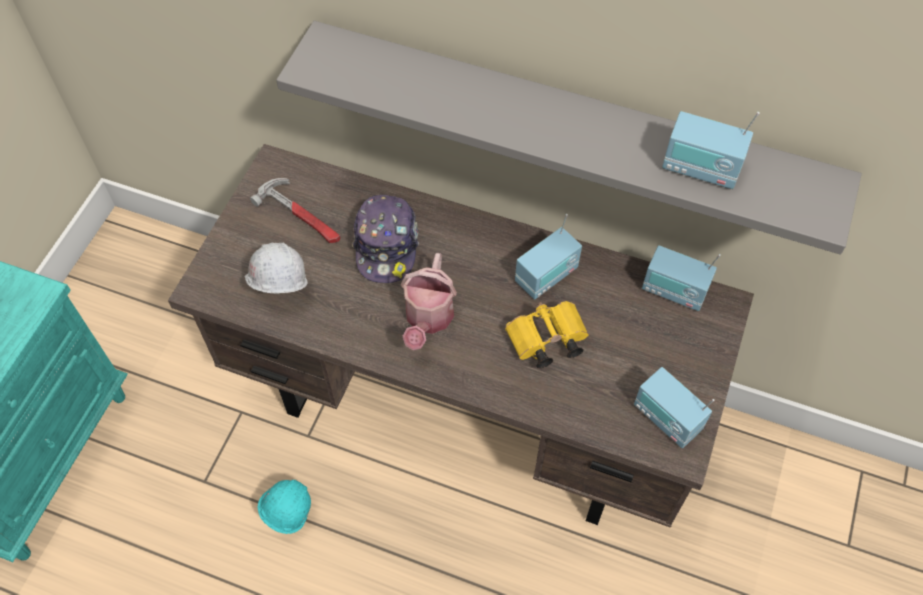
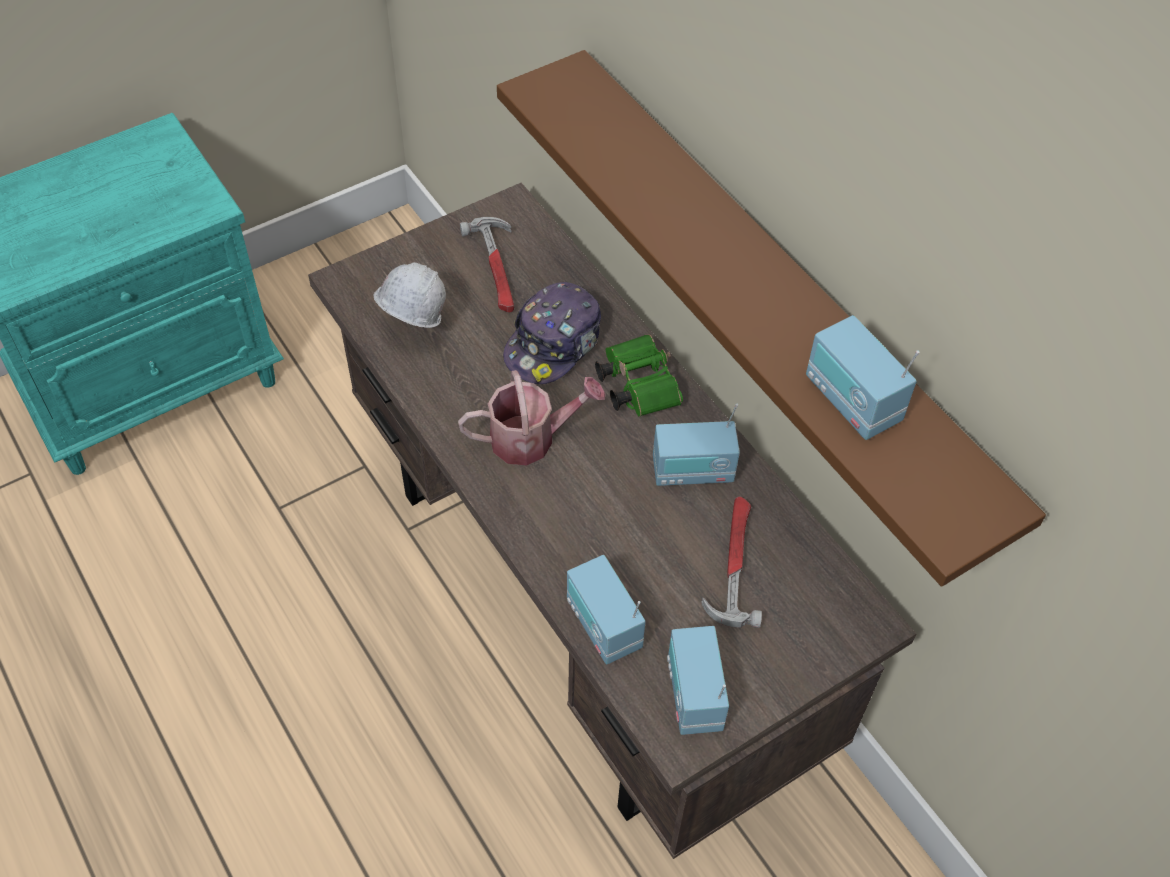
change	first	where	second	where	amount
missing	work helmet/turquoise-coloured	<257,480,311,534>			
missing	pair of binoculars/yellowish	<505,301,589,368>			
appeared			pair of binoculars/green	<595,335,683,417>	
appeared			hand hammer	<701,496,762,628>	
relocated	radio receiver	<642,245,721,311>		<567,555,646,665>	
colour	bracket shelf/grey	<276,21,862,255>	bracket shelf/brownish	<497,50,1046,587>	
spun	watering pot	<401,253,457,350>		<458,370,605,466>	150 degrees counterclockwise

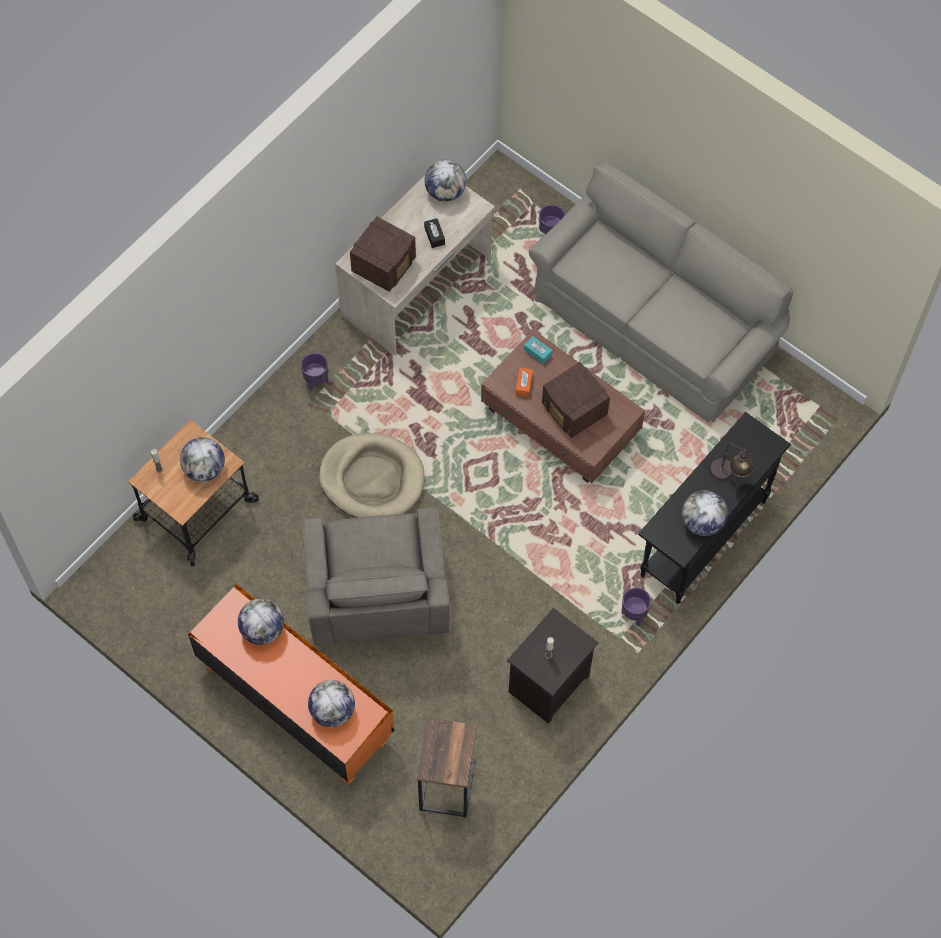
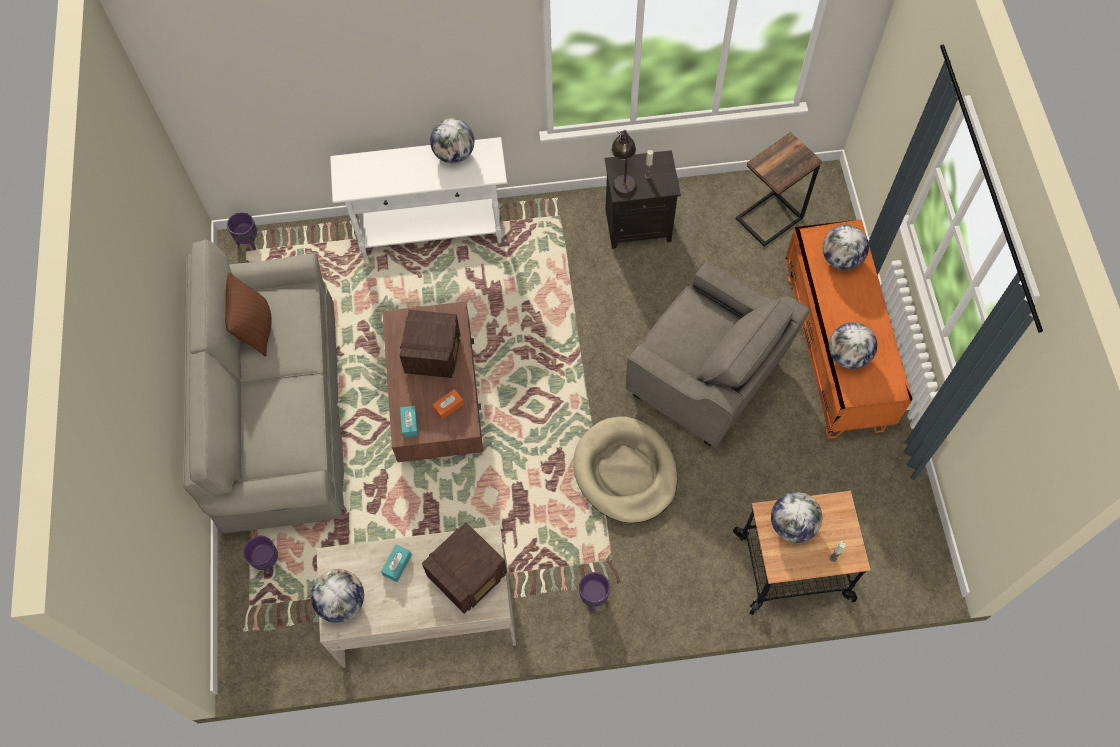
change	first	where	second	where	amount
appeared			throw pillow/brownish	<225,273,272,356>	
relocated	planter/purple	<621,587,651,626>		<227,212,257,250>	
relocated	tabletop lamp	<709,443,754,481>		<611,130,637,196>	
colour	tissue holder/blackish	<424,218,445,248>	tissue holder/turquoise-coloured	<381,545,412,582>	
colour	hall table/blackish	<638,412,791,604>	hall table/white	<330,137,507,259>	
spun	lounge chair/grey	<302,507,449,646>		<626,261,810,447>	90 degrees clockwise
spun	radio receiver	<350,217,416,292>		<422,522,507,614>	150 degrees clockwise

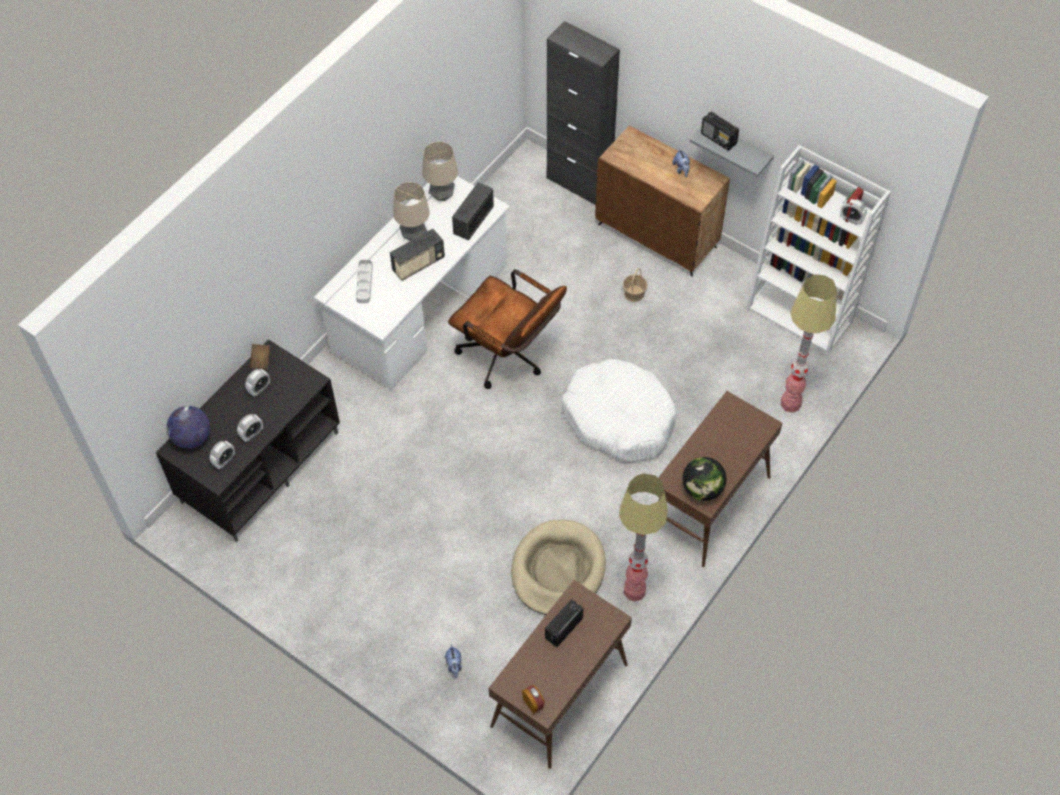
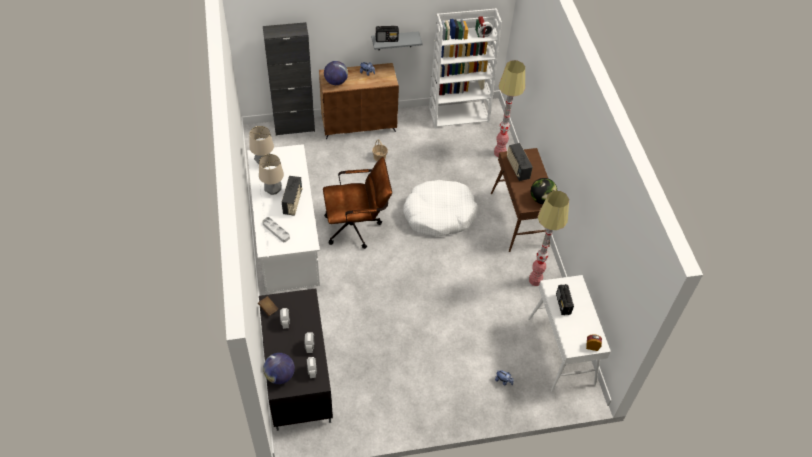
change	first	where	second	where	amount
missing	dog bed/beige	<511,520,606,615>			
appeared			desk globe	<324,61,348,85>	
relocated	radio receiver	<452,182,494,241>		<507,143,533,181>	
colour	hall table/brownish	<489,580,632,769>	hall table/white	<528,275,611,392>	

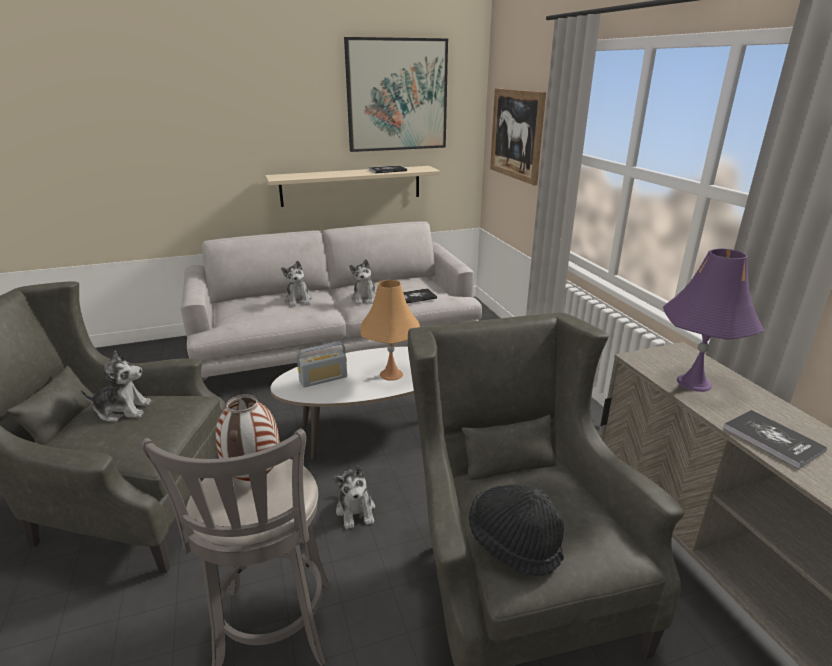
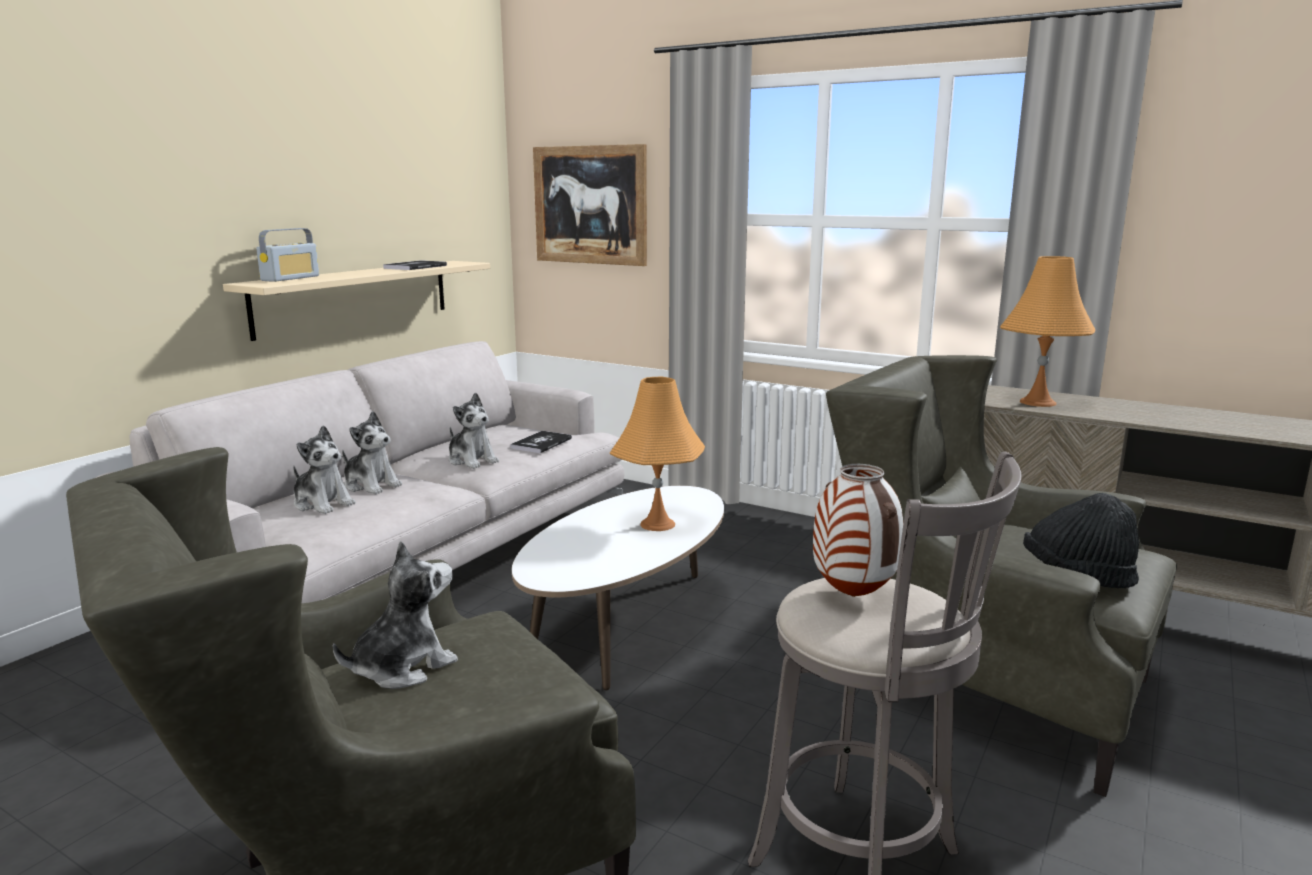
change	first	where	second	where	amount
missing	wall art	<344,37,448,152>			
missing	book	<723,410,828,469>			
relocated	radio receiver	<297,342,347,388>		<256,228,319,282>	
relocated	soft toy	<333,465,375,529>		<293,425,356,514>	
colour	tabletop lamp/purple	<663,248,764,392>	tabletop lamp/orange-coloured	<1000,256,1095,407>	

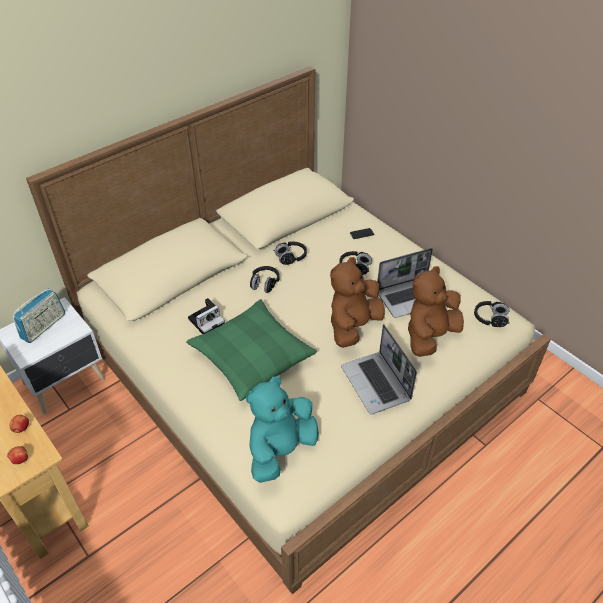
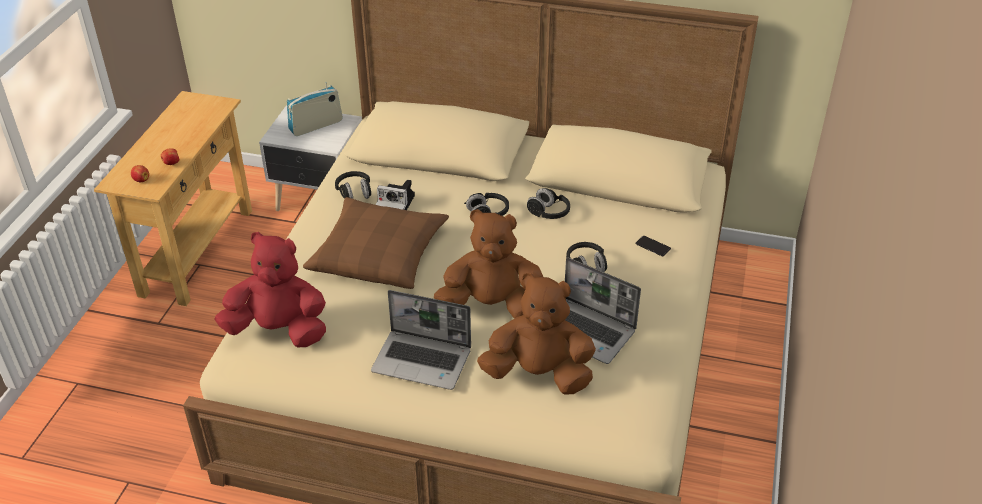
change	first	where	second	where	amount
relocated	headset/blackish	<474,301,510,327>		<335,171,371,199>	
colour	throw pillow/green	<186,299,317,401>	throw pillow/brownish	<303,197,449,289>	
colour	soft toy/turquoise-coloured	<246,376,319,483>	soft toy/red-coloured	<215,232,326,347>	
spun	radio receiver	<12,289,65,343>		<287,82,343,136>	150 degrees clockwise
spun	notebook computer	<341,324,417,415>		<371,290,471,390>	105 degrees counterclockwise

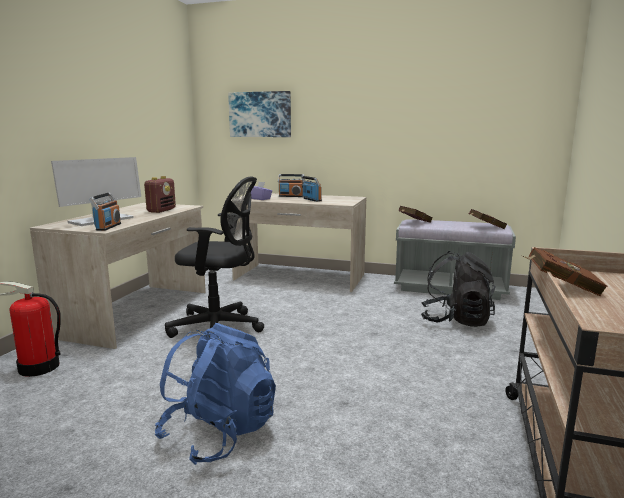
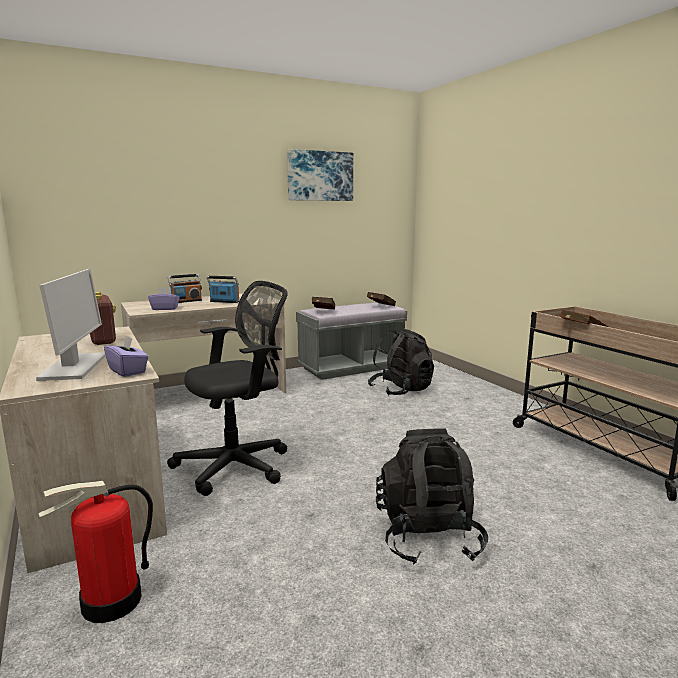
change	first	where	second	where	amount
relocated	wall art	<228,91,291,137>		<287,149,353,201>	
exchanged	radio receiver	<89,192,121,231>	tissue holder/purple	<104,335,148,377>	
colour	knapsack/bluish	<155,323,276,465>	knapsack/blackish	<376,428,488,564>	

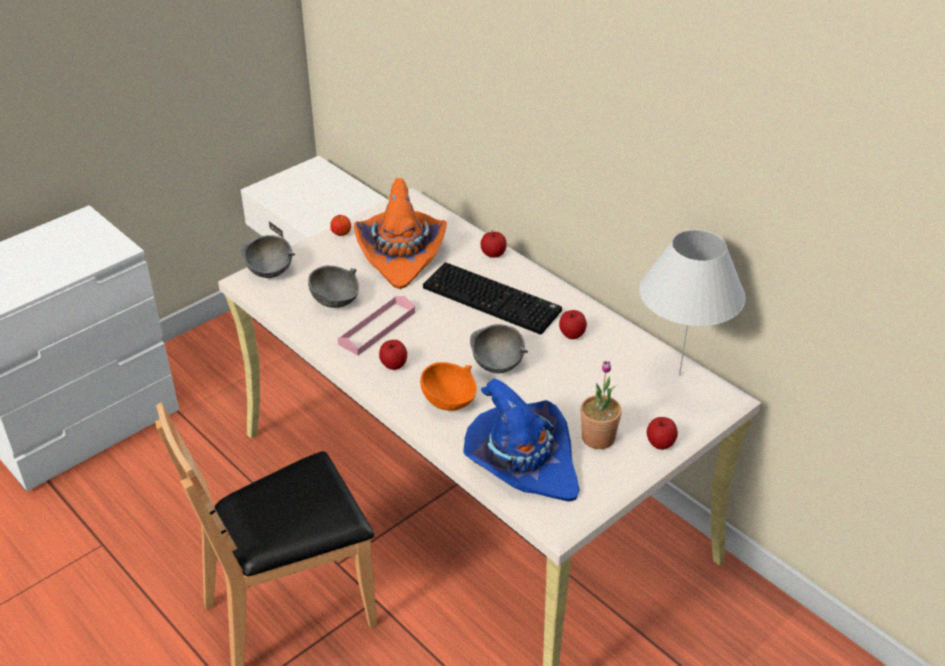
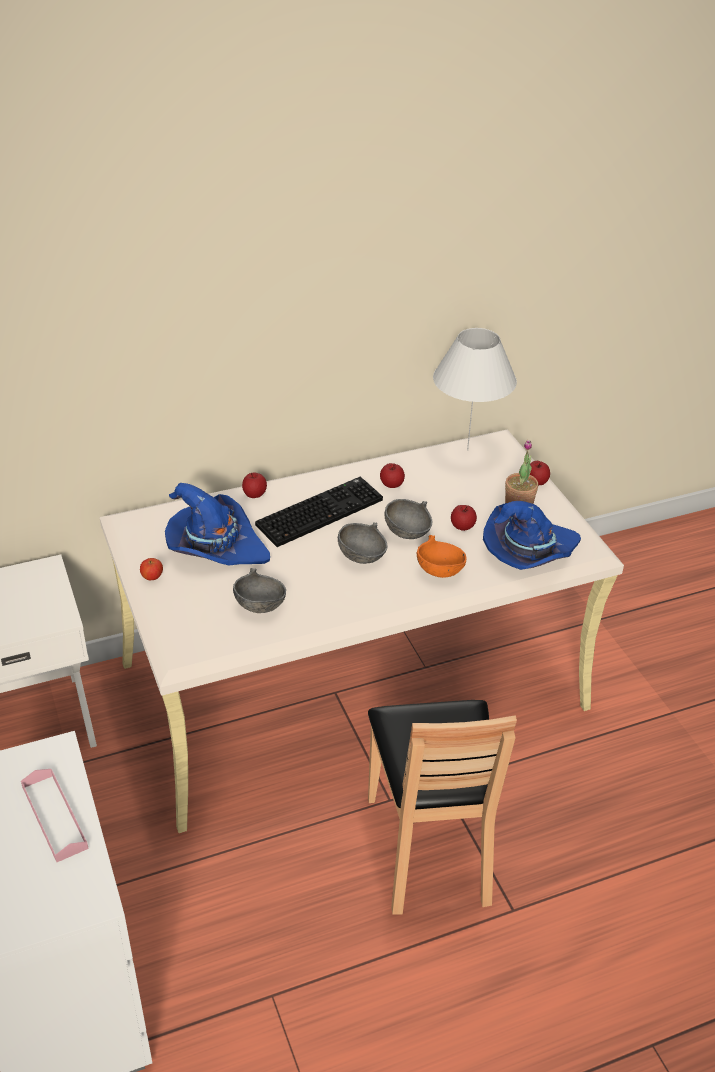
change	first	where	second	where	amount
relocated	deep dish/grey	<241,235,295,278>		<338,522,388,564>	
relocated	carrying tray/pinkish	<337,296,415,355>		<21,769,89,862>	
relocated	apple	<379,340,407,370>		<451,505,477,531>	
colour	clothing hat/orange-coloured	<354,178,447,289>	clothing hat/bluish	<165,483,270,565>	

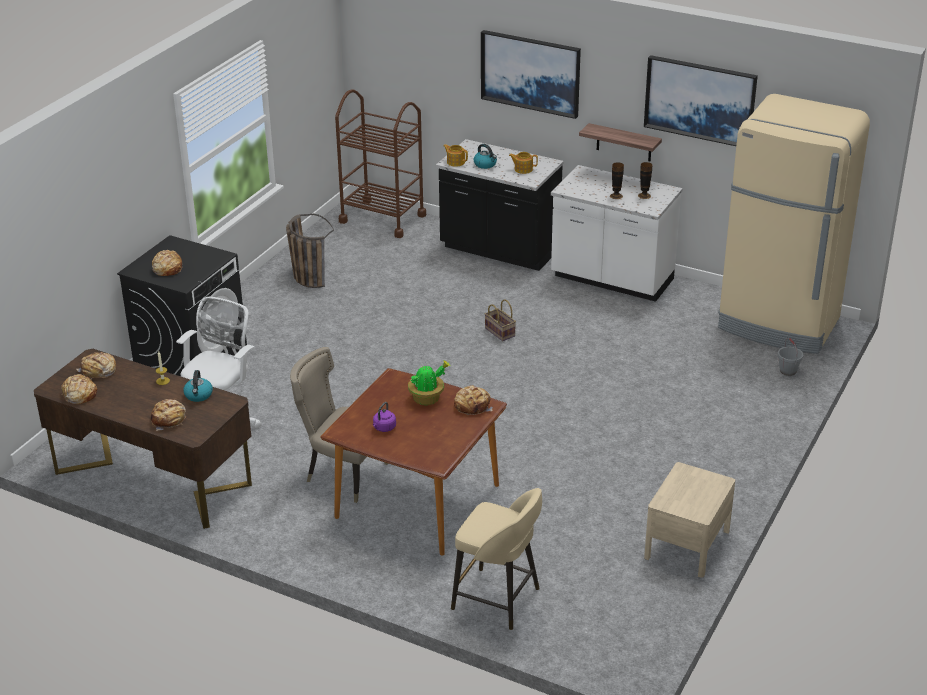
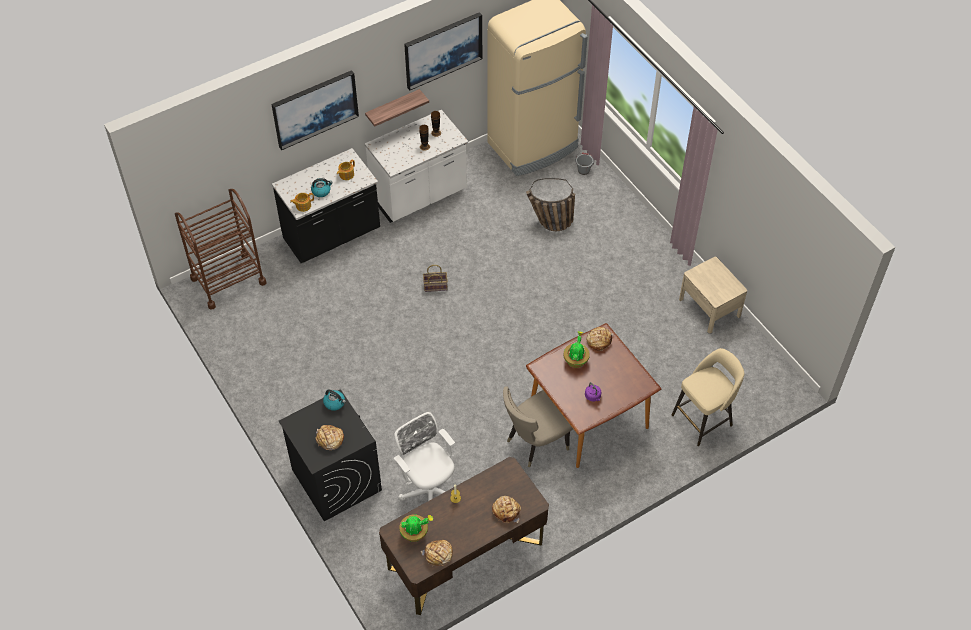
change	first	where	second	where	amount
relocated	kettle	<183,370,213,402>		<323,390,346,411>	
relocated	storage basket	<286,214,334,288>		<526,178,575,231>	
exchanged	bread	<77,352,116,380>	plant in a pot	<399,515,433,542>	

